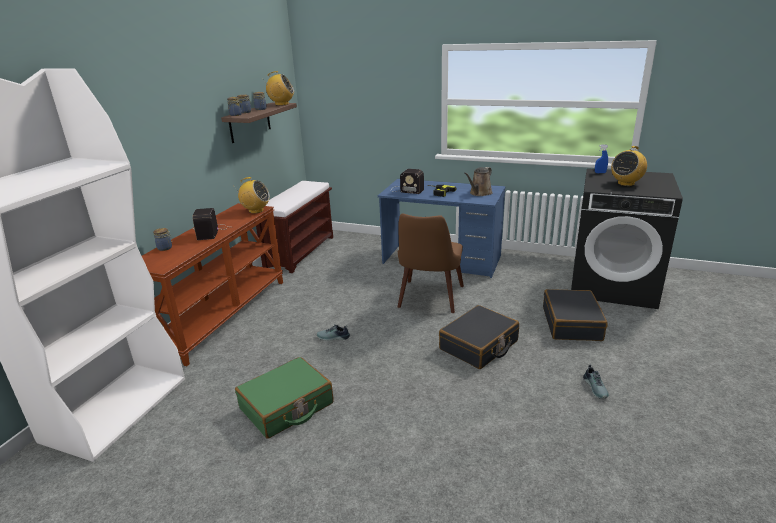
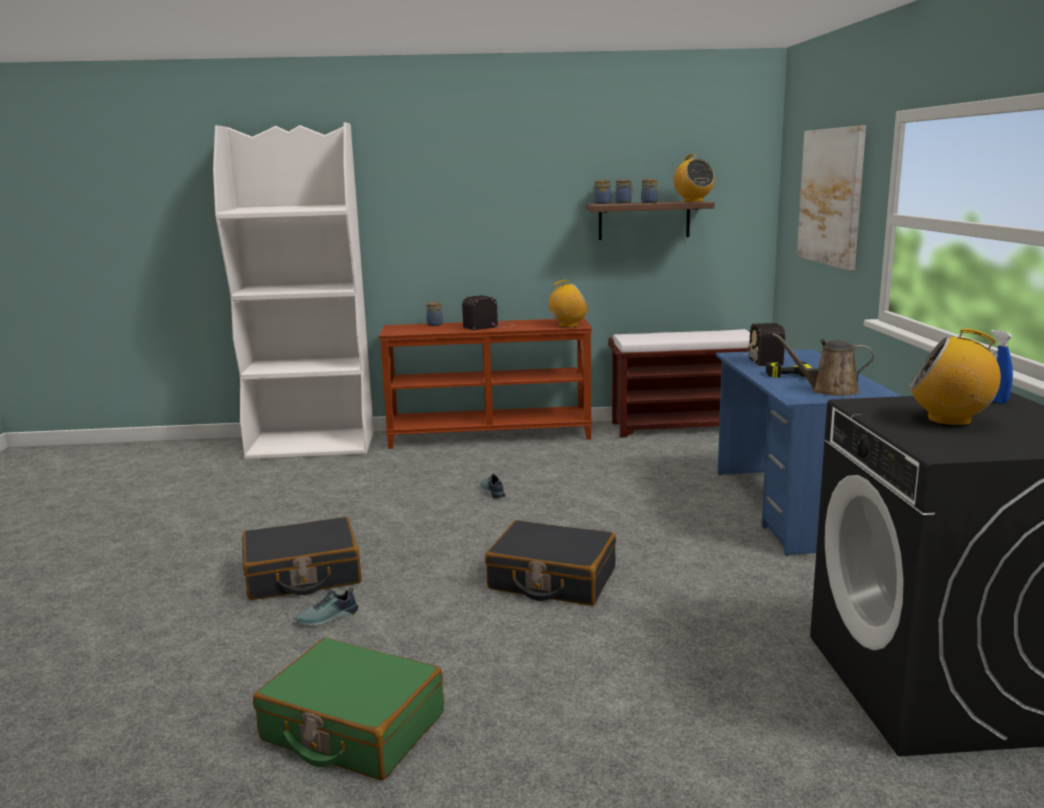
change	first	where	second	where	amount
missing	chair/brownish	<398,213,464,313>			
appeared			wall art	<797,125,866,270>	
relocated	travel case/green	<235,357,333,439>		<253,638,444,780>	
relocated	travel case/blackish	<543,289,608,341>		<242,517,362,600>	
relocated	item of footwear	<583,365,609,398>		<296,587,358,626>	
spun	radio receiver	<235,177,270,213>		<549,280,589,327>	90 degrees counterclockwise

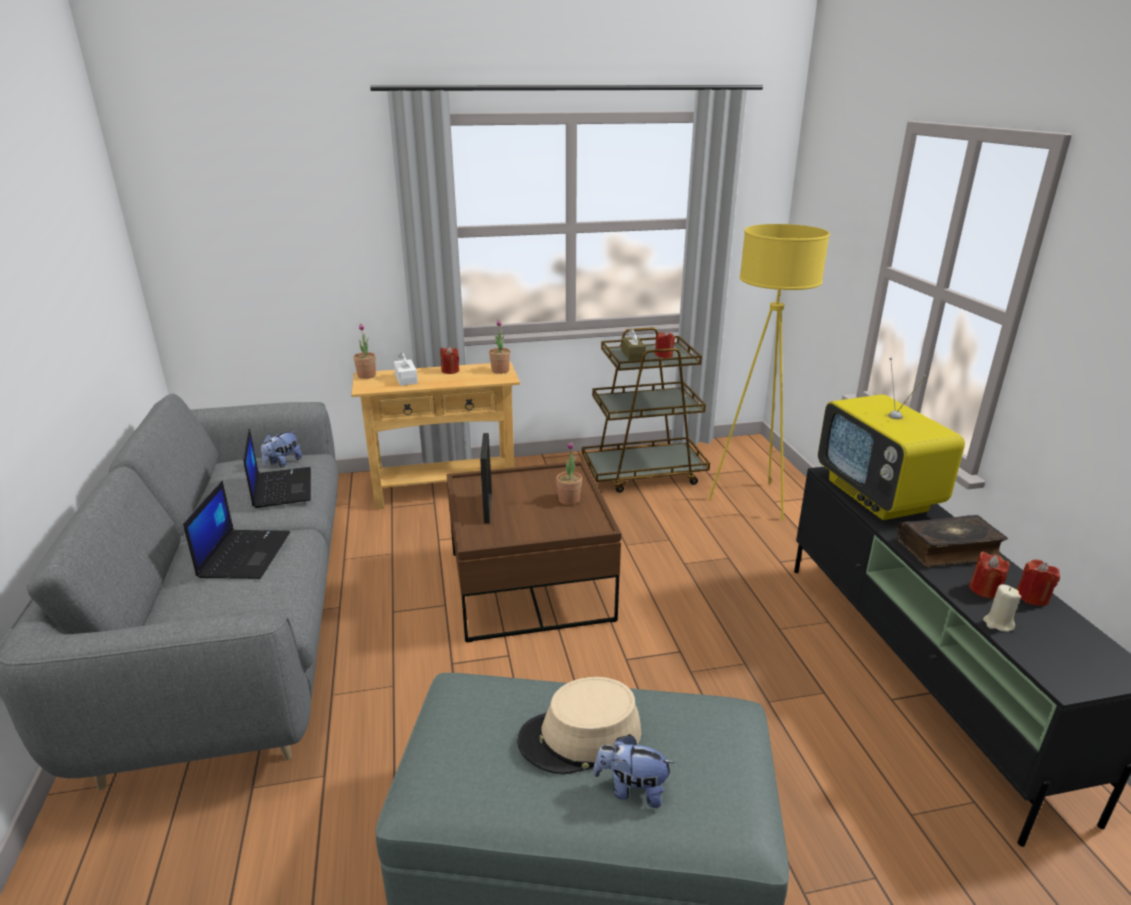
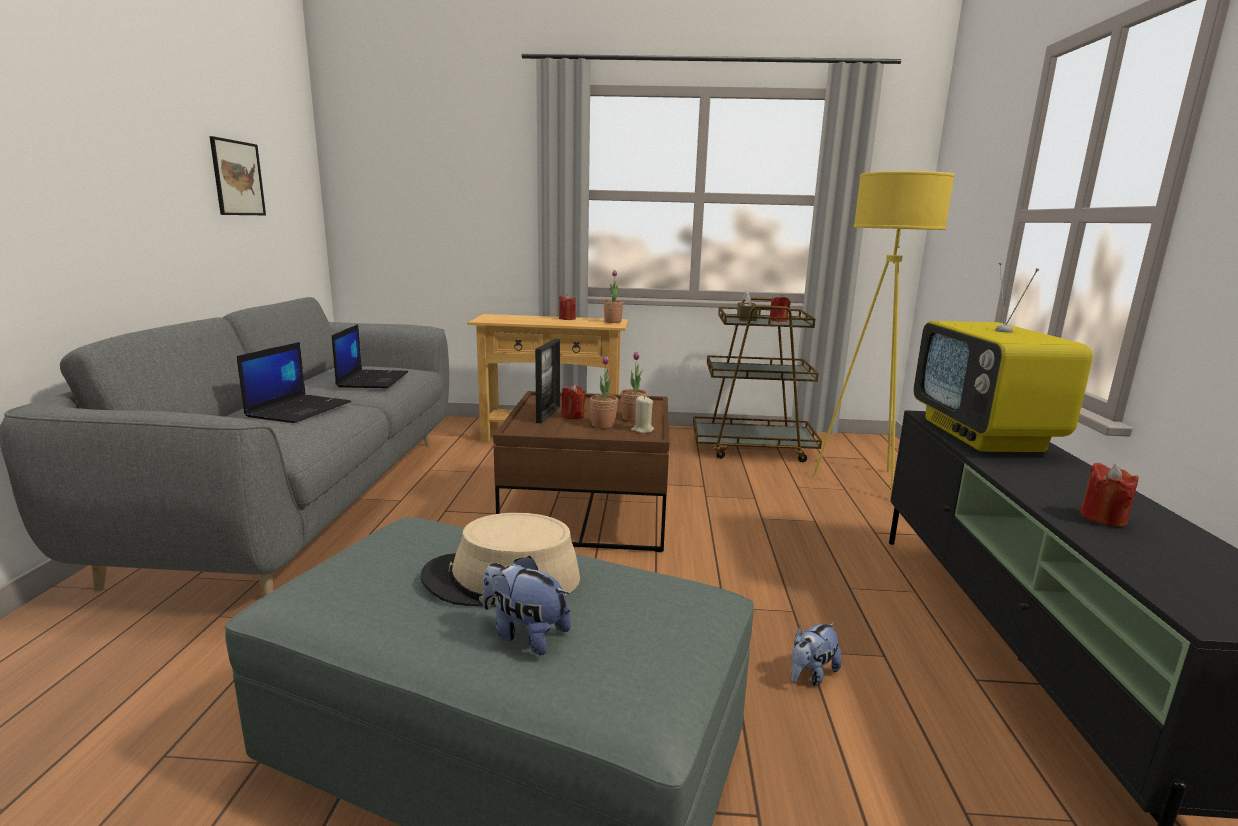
change	first	where	second	where	amount
missing	tissue holder/white	<394,352,418,386>			
missing	book	<897,515,1008,567>			
appeared			wall art	<209,136,266,215>	
relocated	soft toy	<261,431,302,468>		<791,622,842,686>	
relocated	plant in a pot	<353,324,376,379>		<590,356,618,428>	
relocated	wax candle/beige	<983,584,1021,632>		<631,396,654,433>	
relocated	wax candle/red-coloured	<1017,559,1060,606>		<561,384,586,419>	

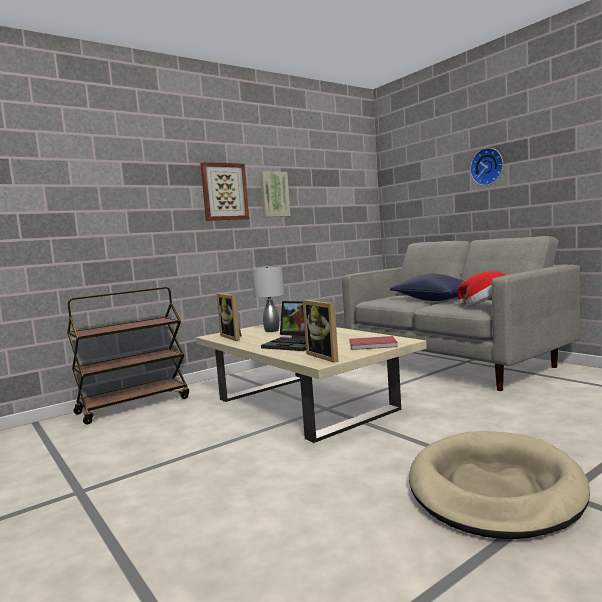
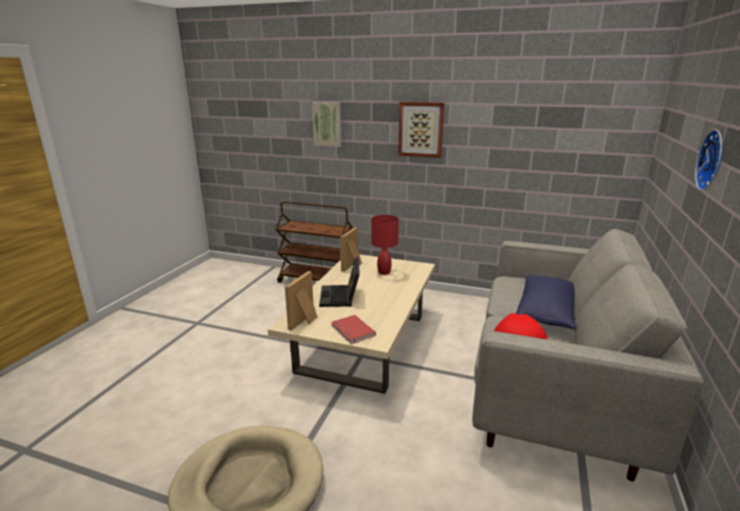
change	first	where	second	where	amount
relocated	wall art	<260,171,291,217>		<312,102,341,147>	
colour	tabletop lamp/grey	<252,266,284,332>	tabletop lamp/red-coloured	<371,215,399,275>	

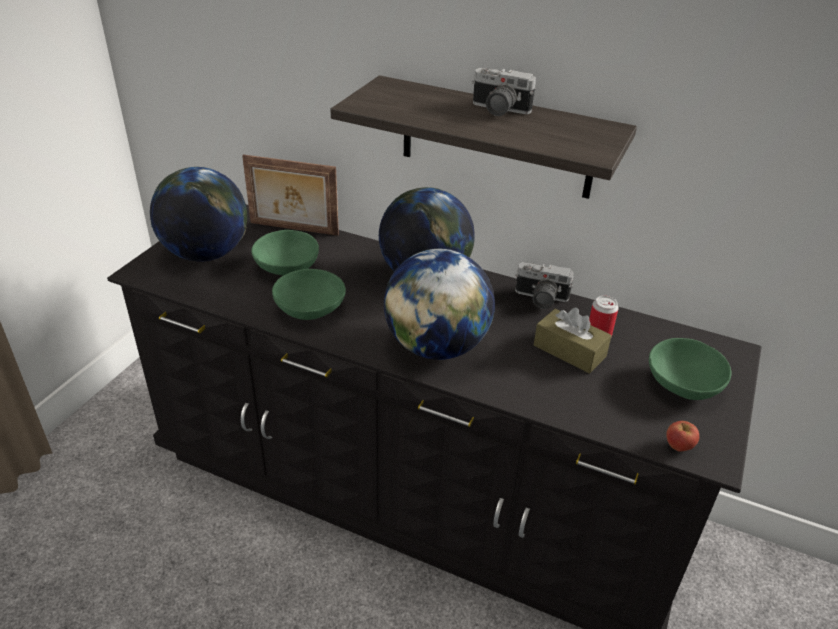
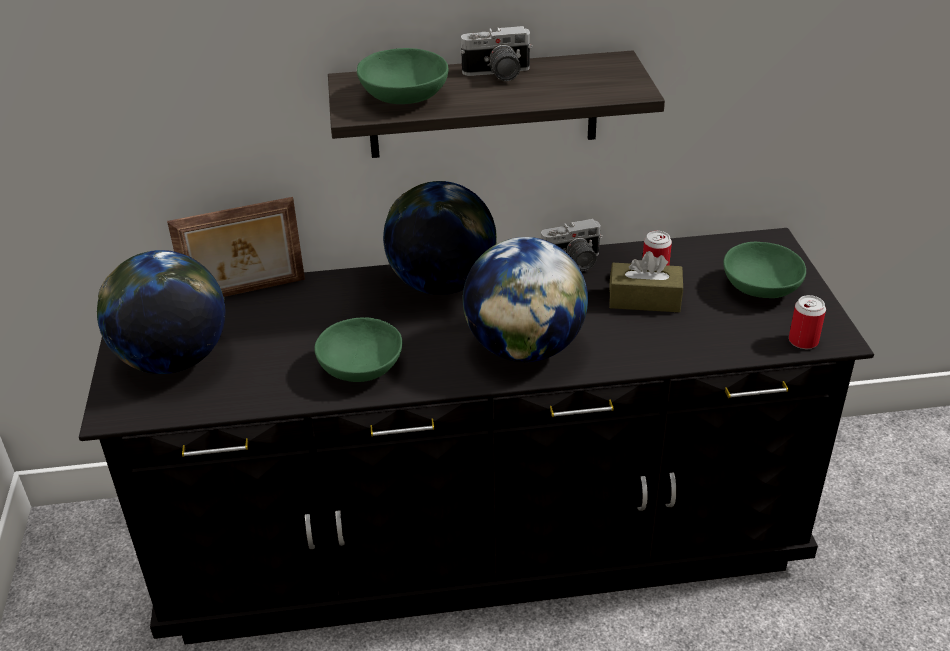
change	first	where	second	where	amount
relocated	deep dish/green	<251,230,319,275>		<357,48,448,104>	
exchanged	apple	<666,421,699,452>	can	<789,295,826,349>	

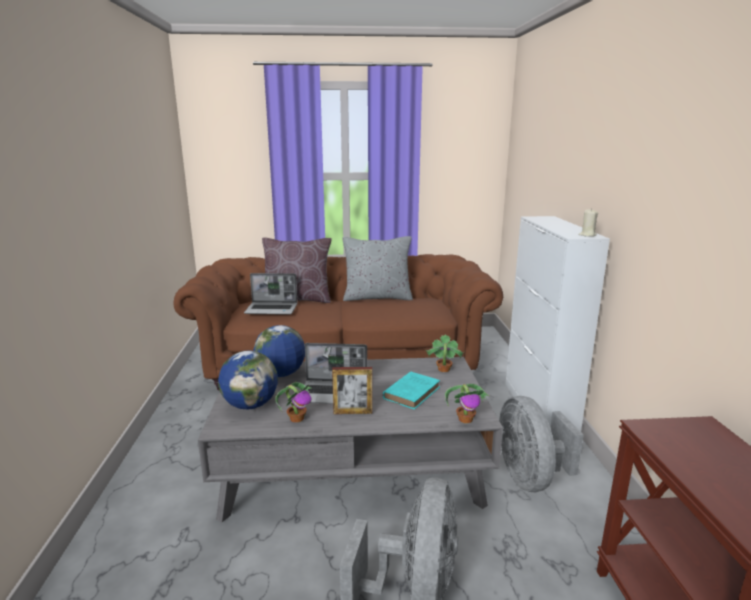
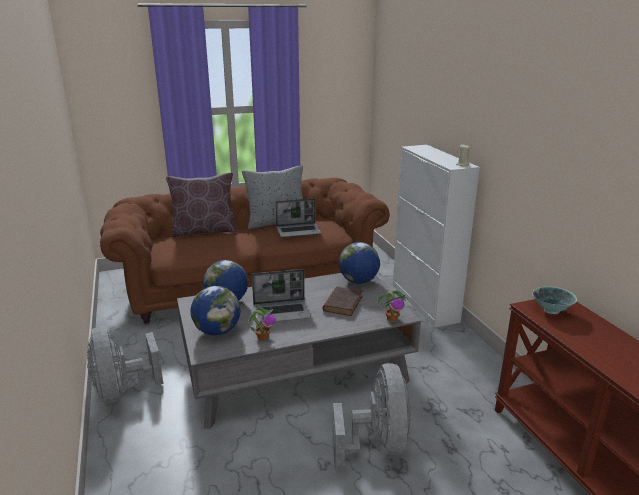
change	first	where	second	where	amount
missing	picture frame	<332,367,372,414>			
appeared			deep dish	<532,286,577,314>	
relocated	notebook computer	<244,273,297,315>		<275,198,321,237>	
relocated	cooling fan/grey	<499,396,584,492>		<87,326,163,406>	
exchanged	plant in a pot	<426,334,465,372>	desk globe	<339,242,380,284>	
colour	book/turquoise-coloured	<383,372,440,409>	book/brownish	<323,286,362,316>	

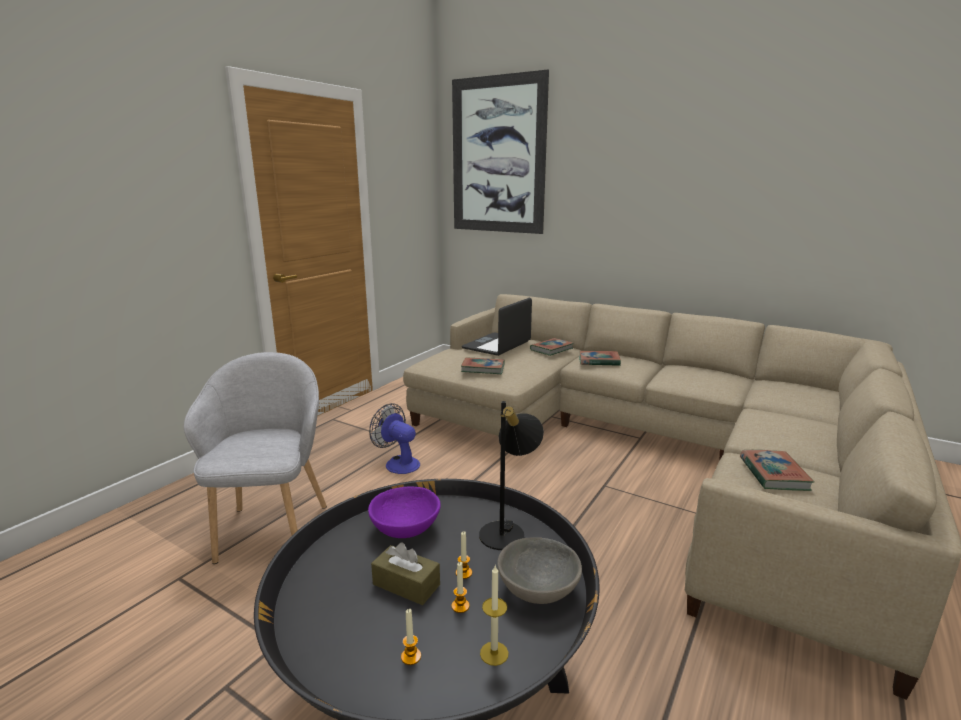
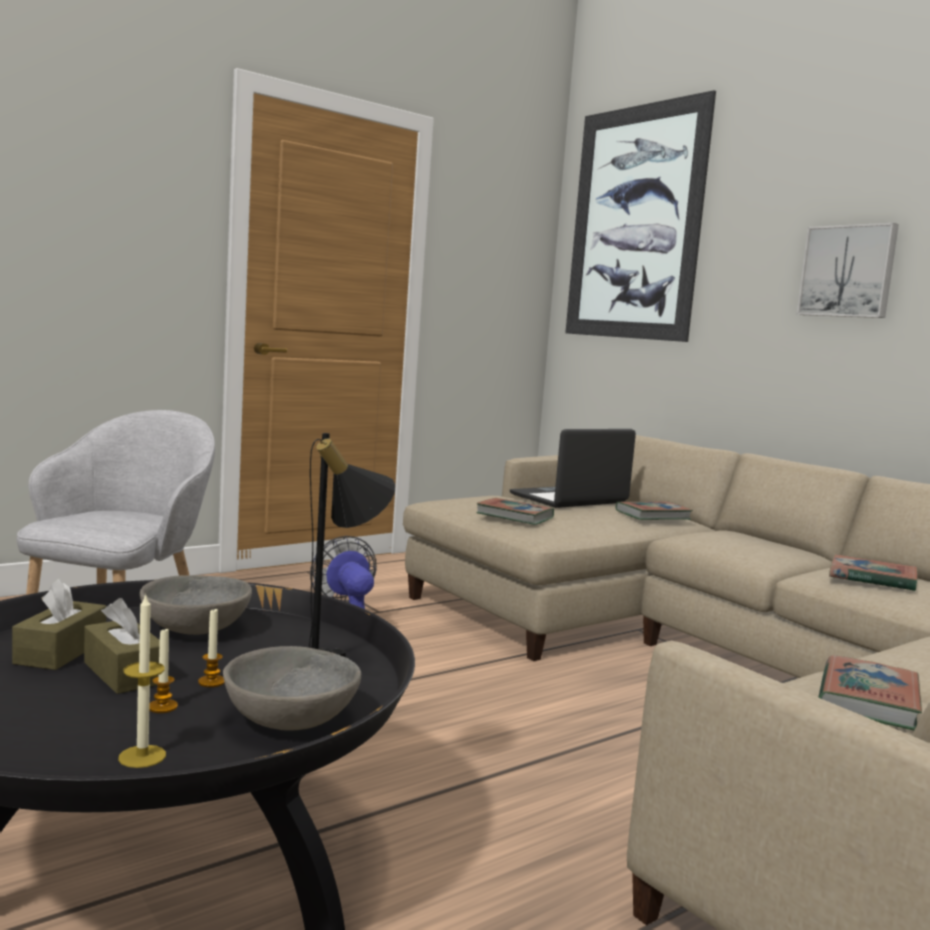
change	first	where	second	where	amount
missing	wax candle	<401,609,421,665>			
appeared			tissue holder/brownish	<12,579,106,670>	
appeared			wall art	<797,223,899,318>	
relocated	book	<579,350,621,366>		<829,554,917,591>	
colour	deep dish/purple	<368,487,441,538>	deep dish/grey	<140,575,252,635>	

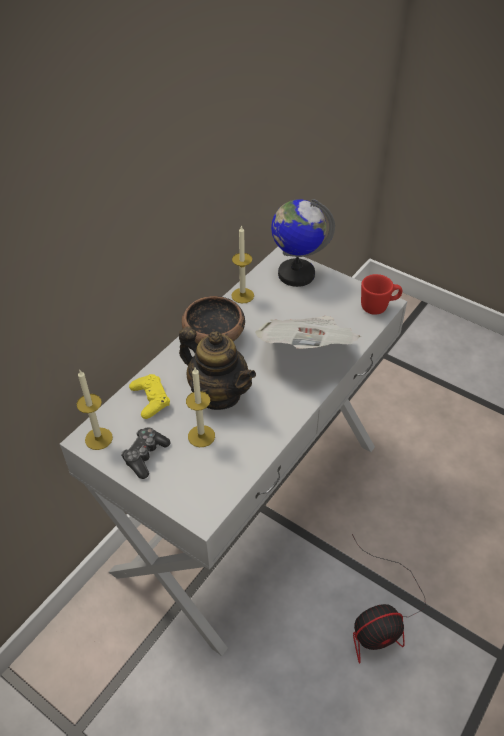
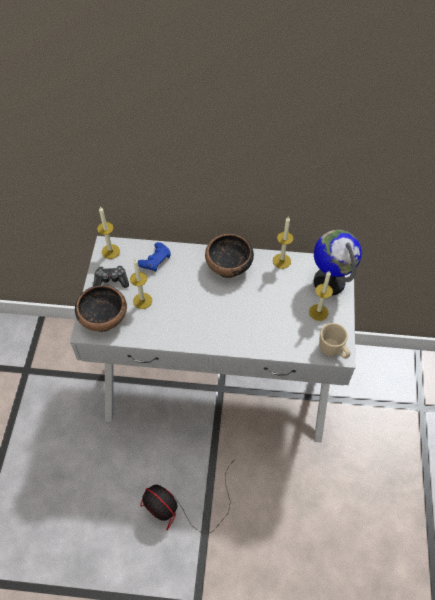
change	first	where	second	where	amount
missing	teapot	<179,327,256,410>			
missing	daily paper	<255,316,361,349>			
appeared			deep dish	<75,285,127,332>	
appeared			wax candle	<309,270,333,321>	
colour	gamepad/yellowish	<129,374,170,419>	gamepad/bluish	<138,242,171,272>	
colour	coffee mug/red-coloured	<361,274,402,315>	coffee mug/beige	<319,323,350,359>	

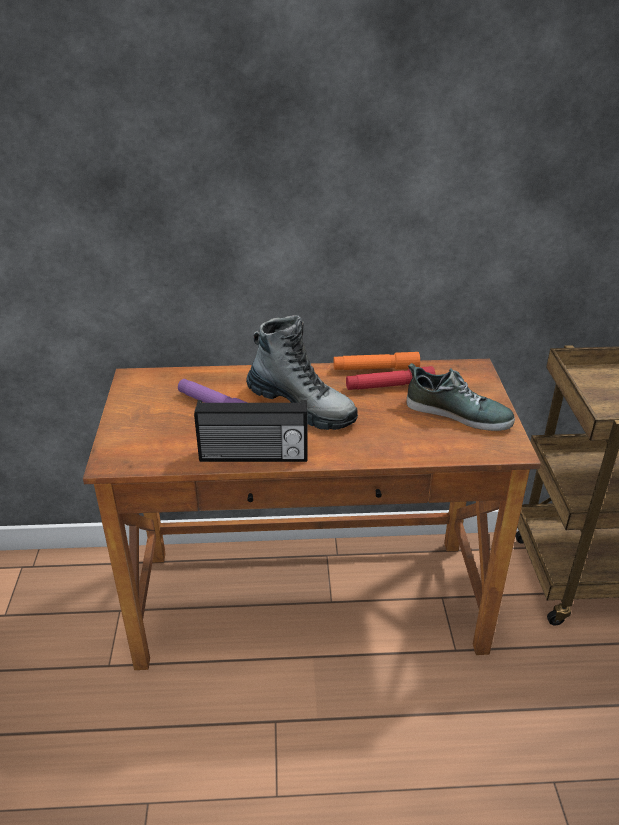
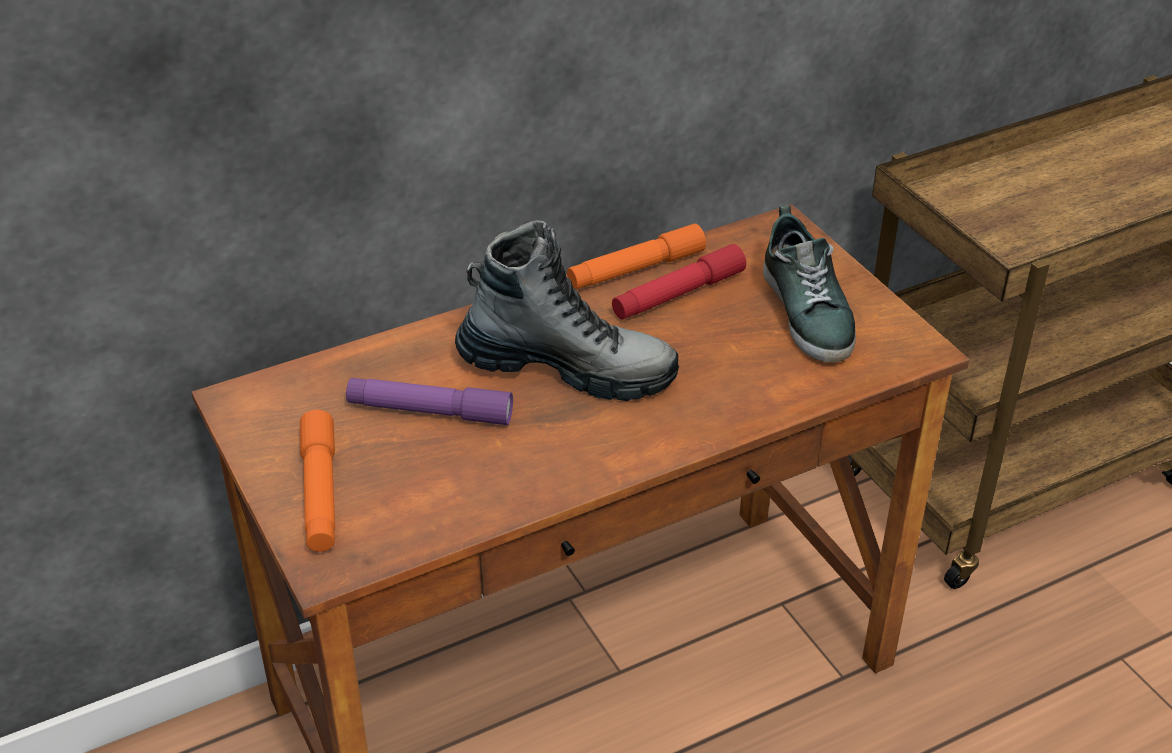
change	first	where	second	where	amount
missing	radio receiver	<194,400,308,462>			
appeared			hand torch/orange-coloured	<300,410,335,552>	
spun	item of footwear	<406,363,515,431>		<763,205,856,362>	75 degrees clockwise

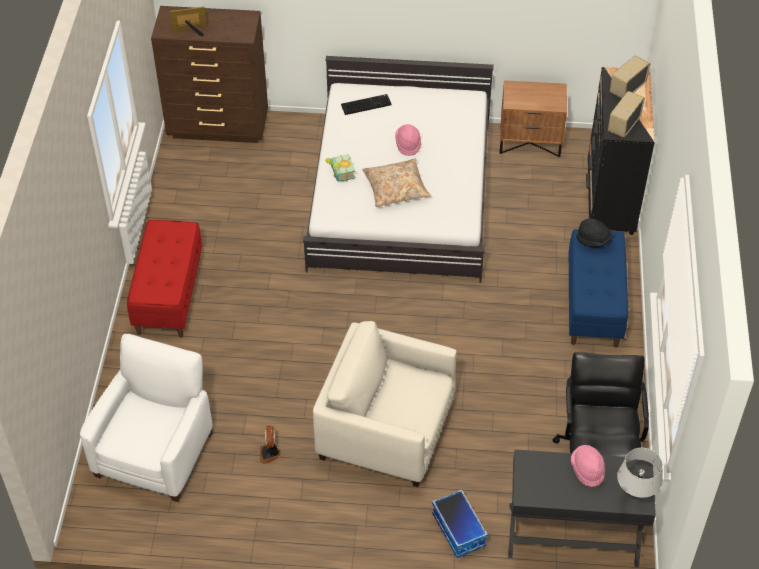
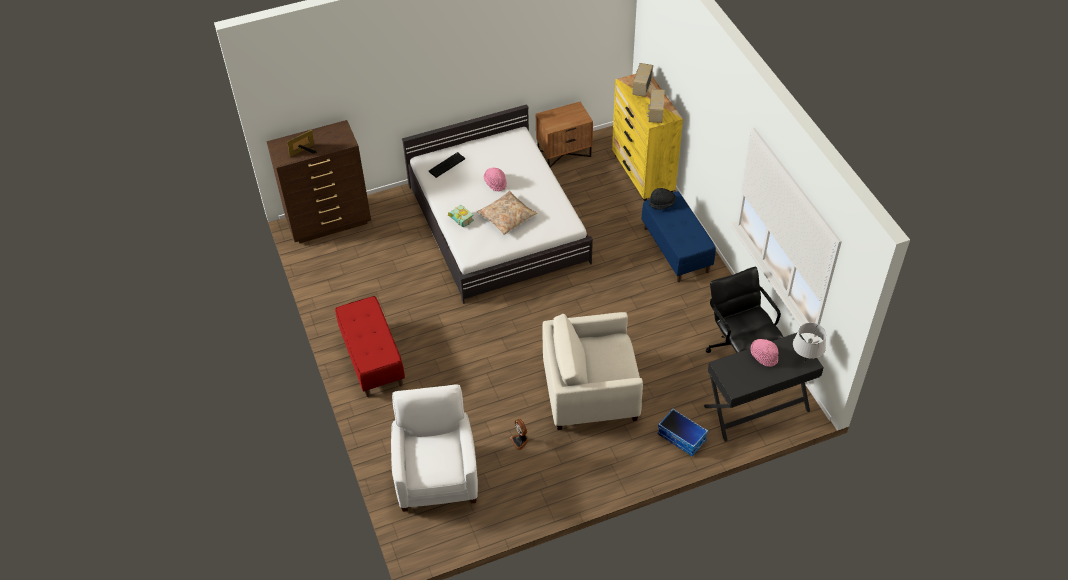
change	first	where	second	where	amount
colour	dresser/blackish	<586,67,655,235>	dresser/yellowish	<612,74,683,201>	

